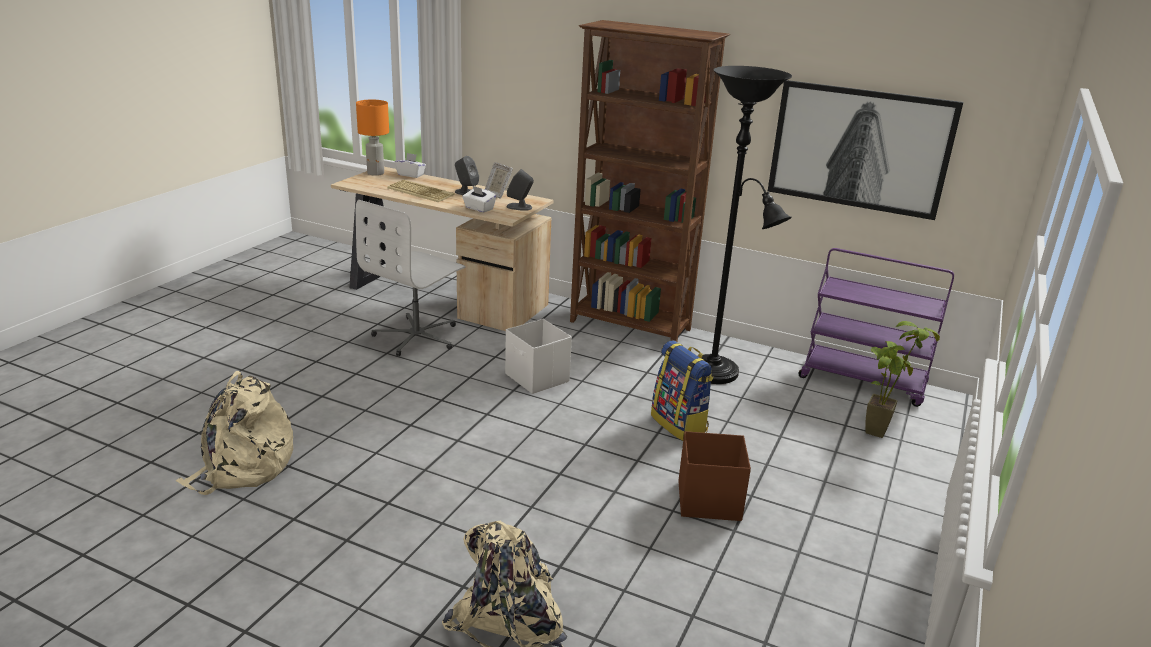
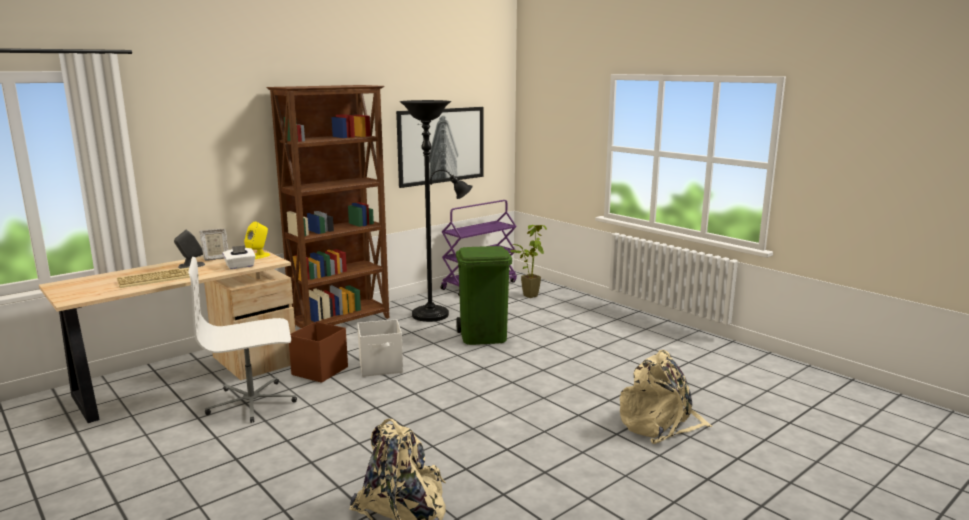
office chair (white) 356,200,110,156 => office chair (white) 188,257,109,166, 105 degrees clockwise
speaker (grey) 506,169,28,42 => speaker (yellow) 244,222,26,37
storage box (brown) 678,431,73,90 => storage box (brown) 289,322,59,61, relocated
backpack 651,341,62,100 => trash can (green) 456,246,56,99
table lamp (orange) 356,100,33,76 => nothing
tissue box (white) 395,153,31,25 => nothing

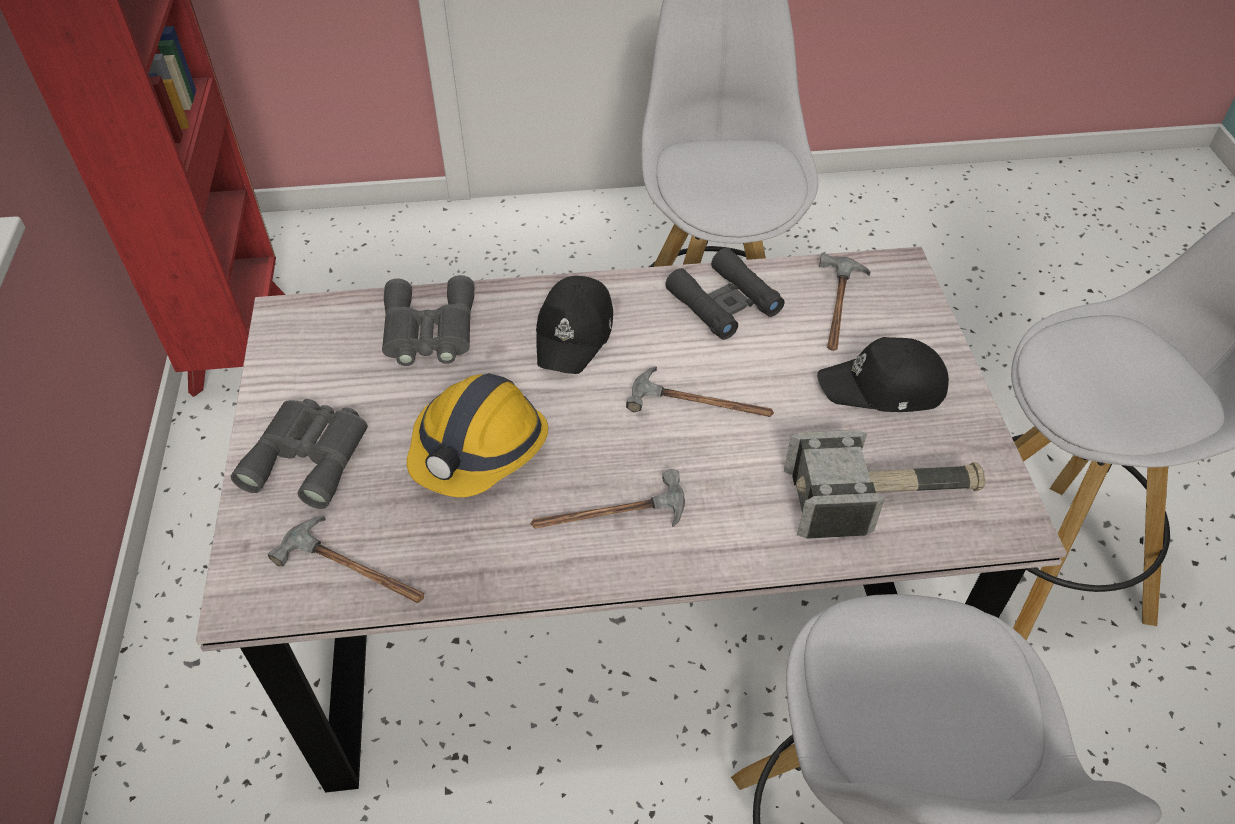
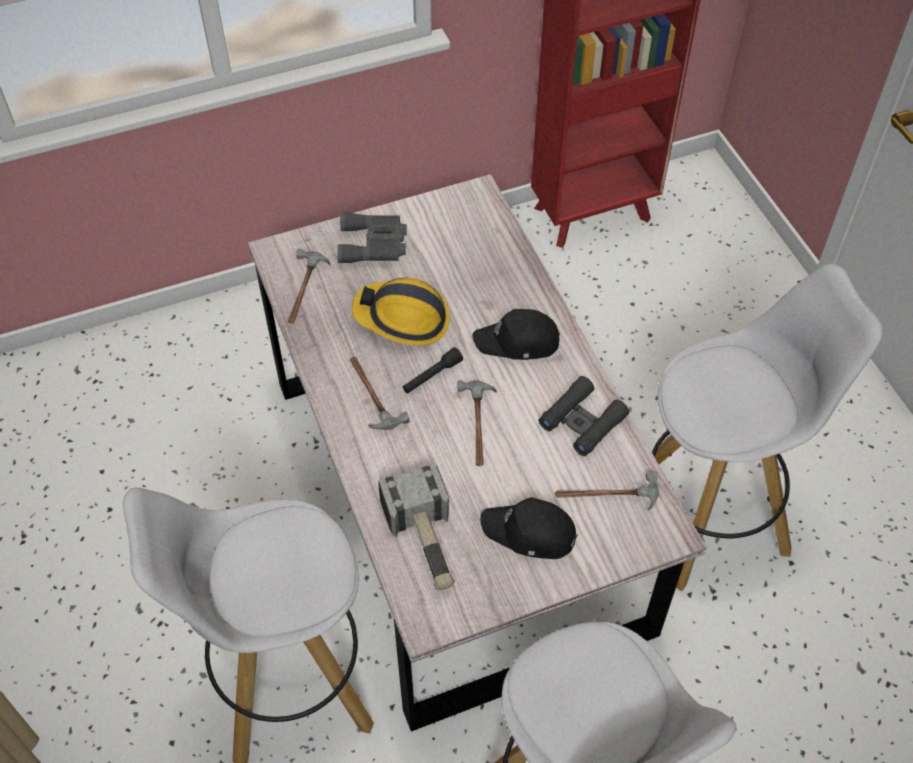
nothing => flashlight (black) 403,347,60,46
cap (black) 817,337,132,75 => cap (black) 480,497,98,62, 60 degrees counterclockwise
binoculars (grey) 382,275,92,91 => nothing

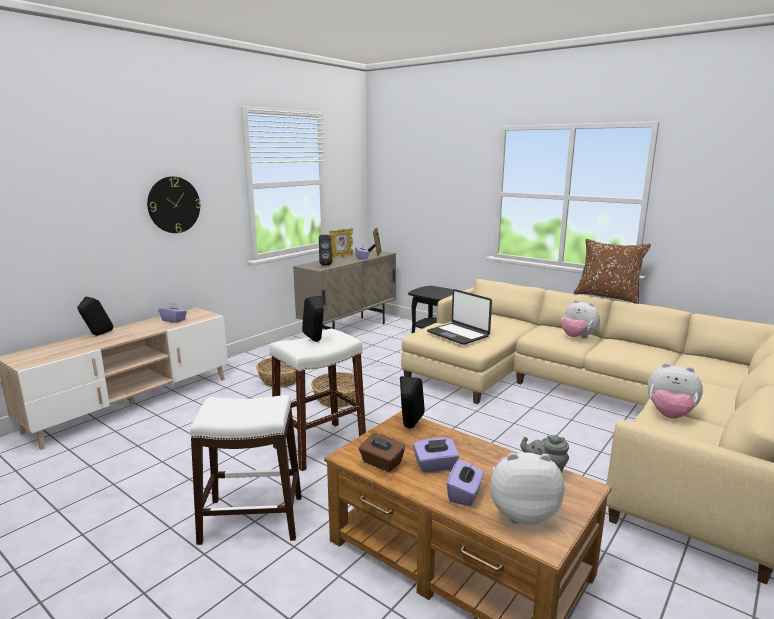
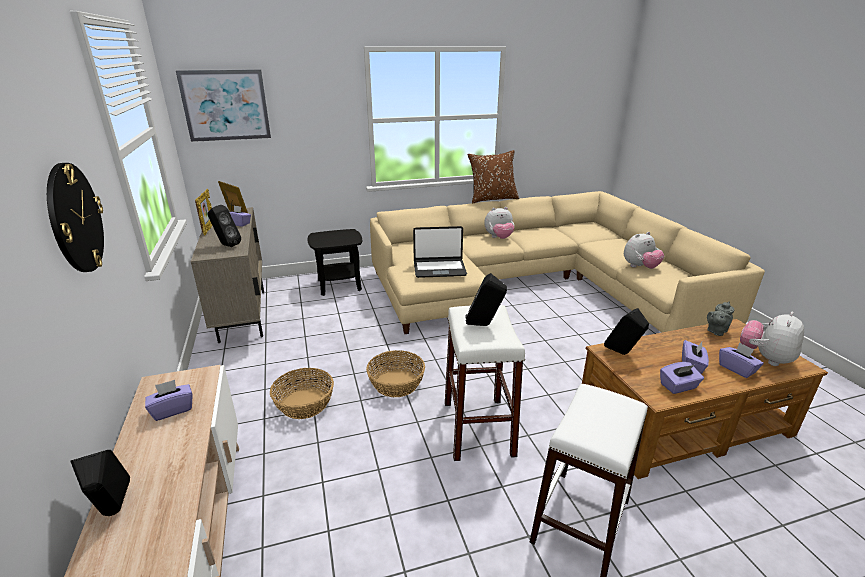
nothing => picture 176,70,95,72
tissue box (brown) 359,433,46,39 => tissue box (purple) 660,362,44,32

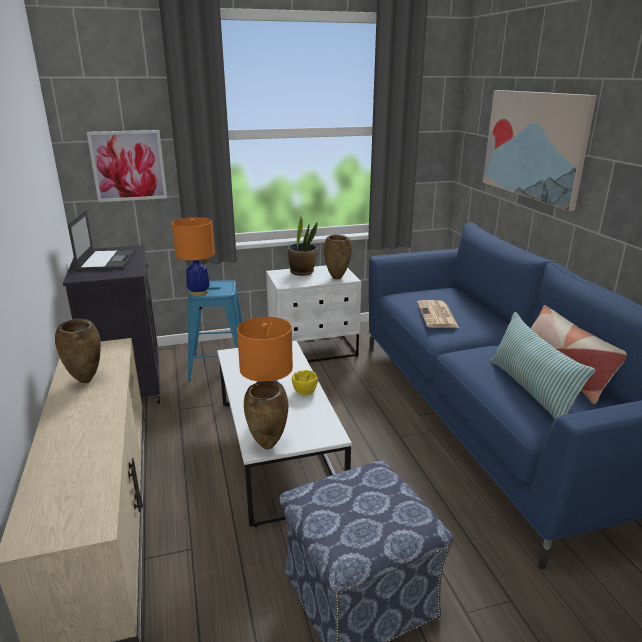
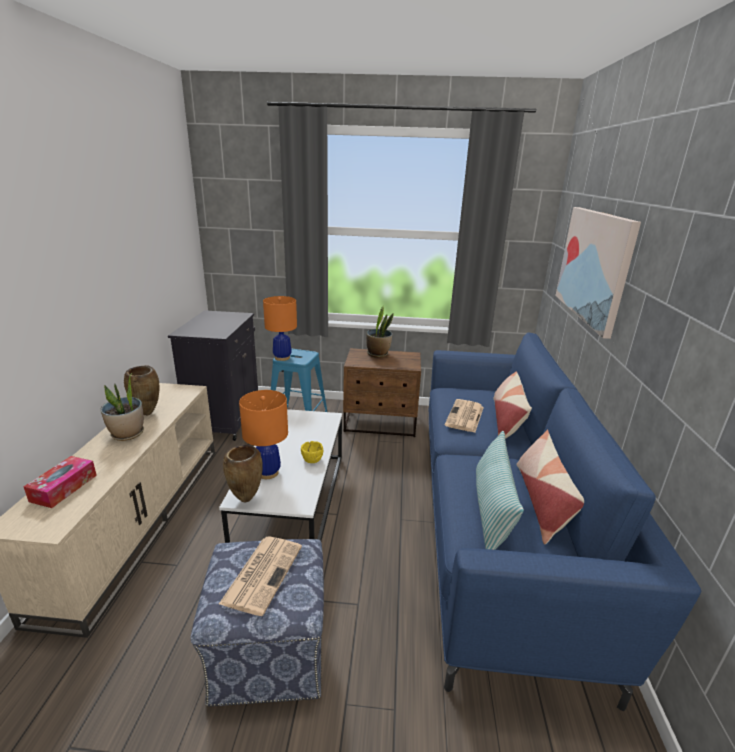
nothing => tissue box 23,456,74,52
nothing => potted plant 100,373,44,68
nothing => newspaper 219,536,83,80
nightstand (white) 266,265,95,98 => nightstand (brown) 343,348,78,89
nothing => pillow 493,372,39,67
laptop 68,210,67,61 => nothing
picture 87,130,80,72 => nothing
vase (brown) 324,235,28,44 => nothing

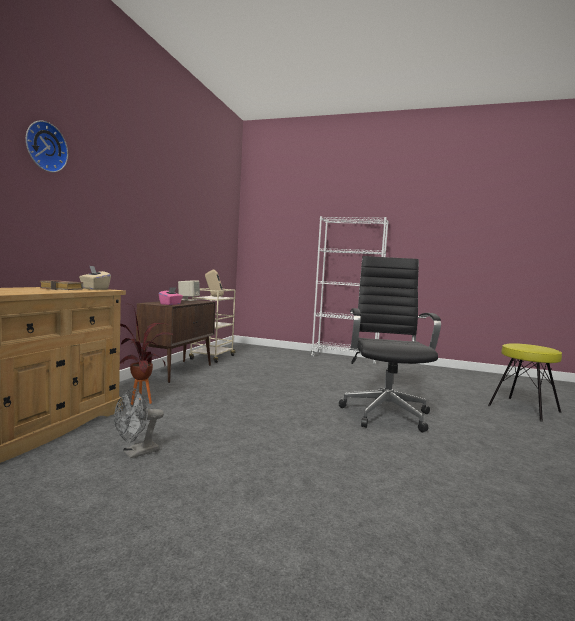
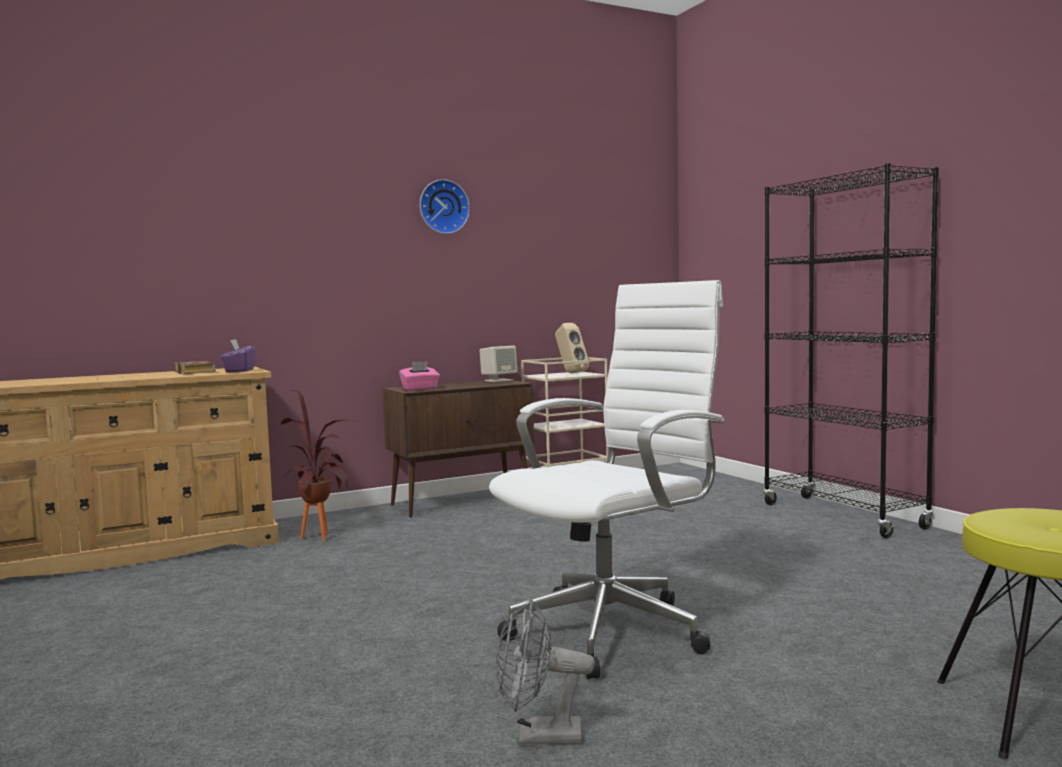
tissue box (beige) 79,266,32,24 => tissue box (purple) 221,339,34,33
wall clock 26,121,42,51 => wall clock 420,179,50,55, relocated
office chair (black) 338,256,103,176 => office chair (white) 489,280,237,399
fan (grey) 114,388,50,71 => fan (grey) 496,599,99,146, relocated
bookcase (white) 311,216,78,149 => bookcase (black) 763,163,176,375

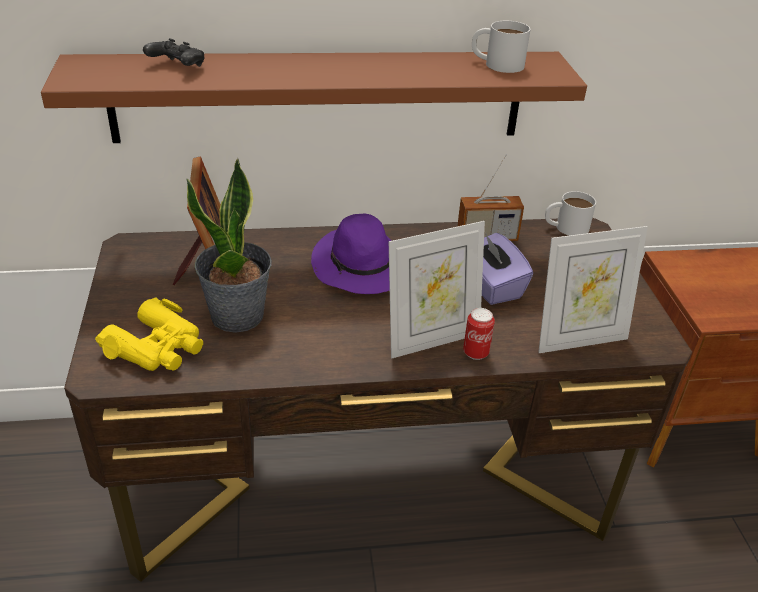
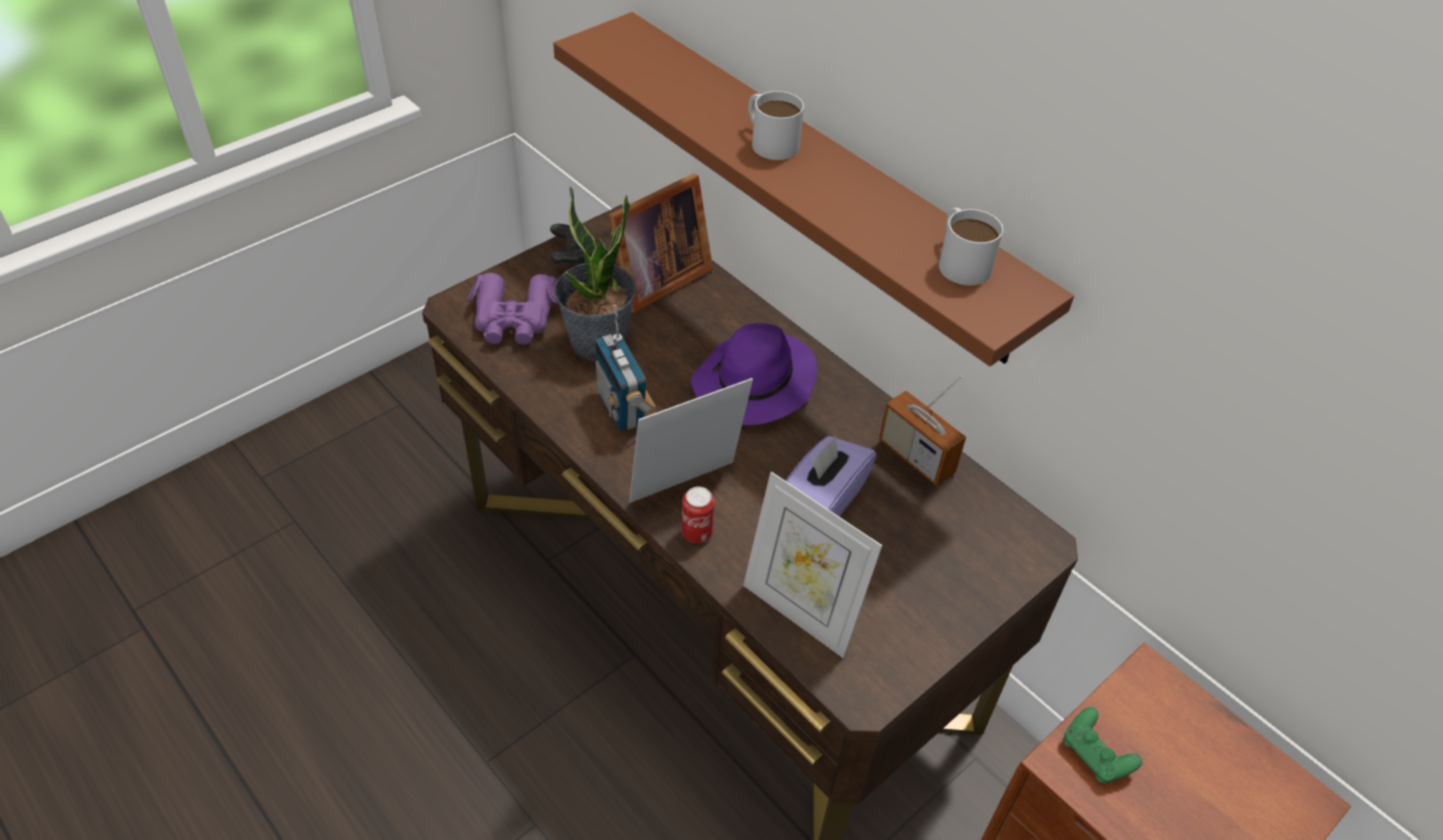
binoculars (yellow) 95,297,108,74 => binoculars (purple) 468,273,91,72
game controller (black) 143,38,61,29 => game controller (black) 550,224,35,41, relocated
nothing => radio 595,305,60,126
picture frame 389,221,96,138 => picture frame 629,378,124,125, 120 degrees clockwise
mug (white) 545,191,51,45 => mug (white) 748,91,56,69, relocated
nothing => game controller (green) 1063,707,79,77

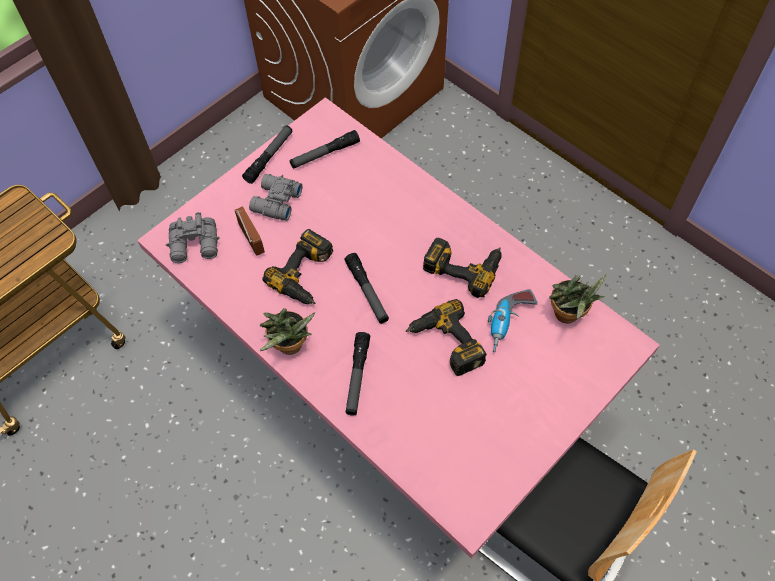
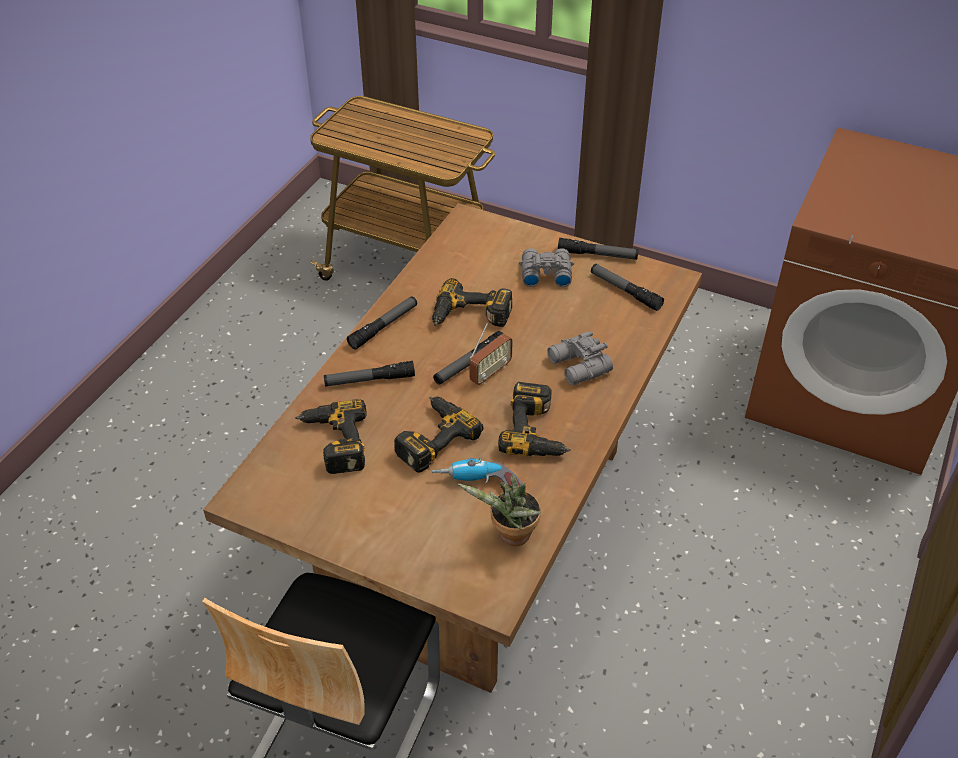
dining table (pink) 137,97,523,461 => dining table (brown) 203,203,499,490
nothing => power drill 295,399,72,75
potted plant 259,308,56,47 => flashlight 347,296,70,54
radio 234,206,31,50 => radio 470,323,43,62, relocated
binoculars (grey) 166,212,53,51 => binoculars (grey) 547,332,66,53, relocated

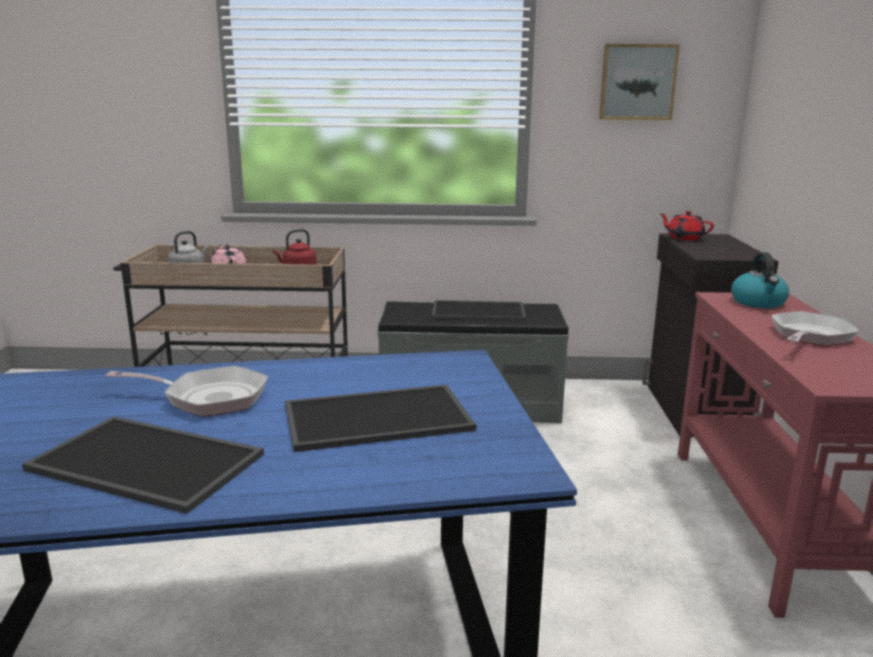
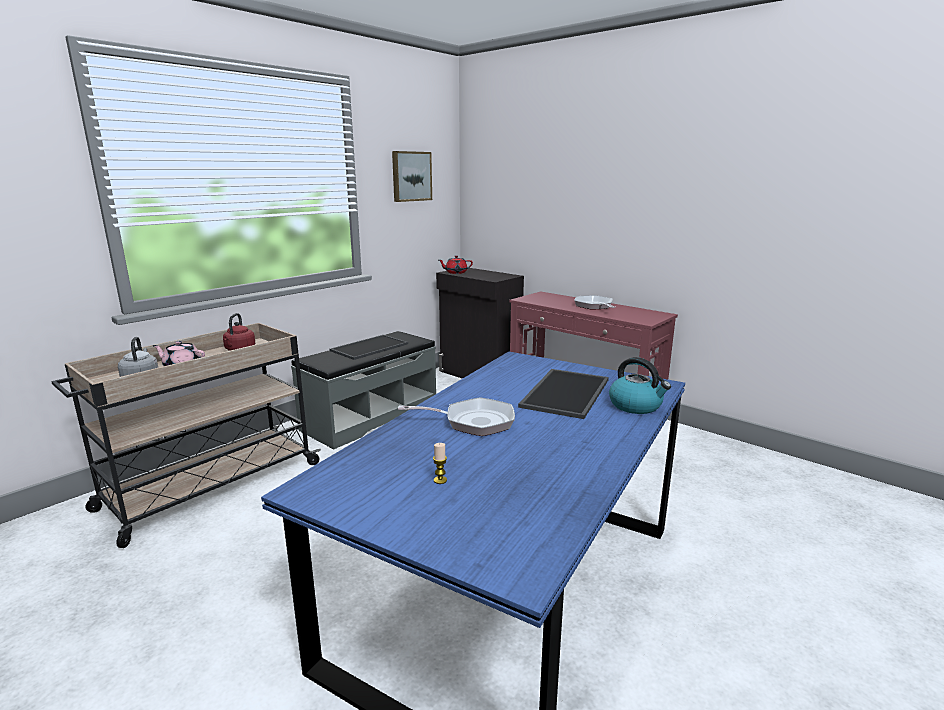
frying pan 106,366,162,51 => frying pan 398,397,117,39, 45 degrees clockwise
nothing => candle 433,443,14,41
kettle 731,252,58,56 => kettle 609,357,62,57, relocated
tray 22,416,242,98 => nothing

